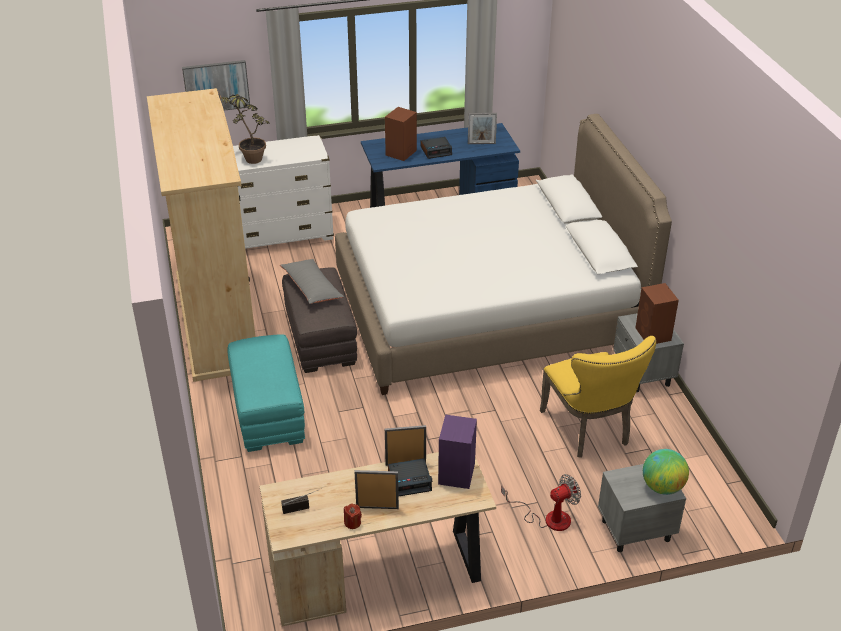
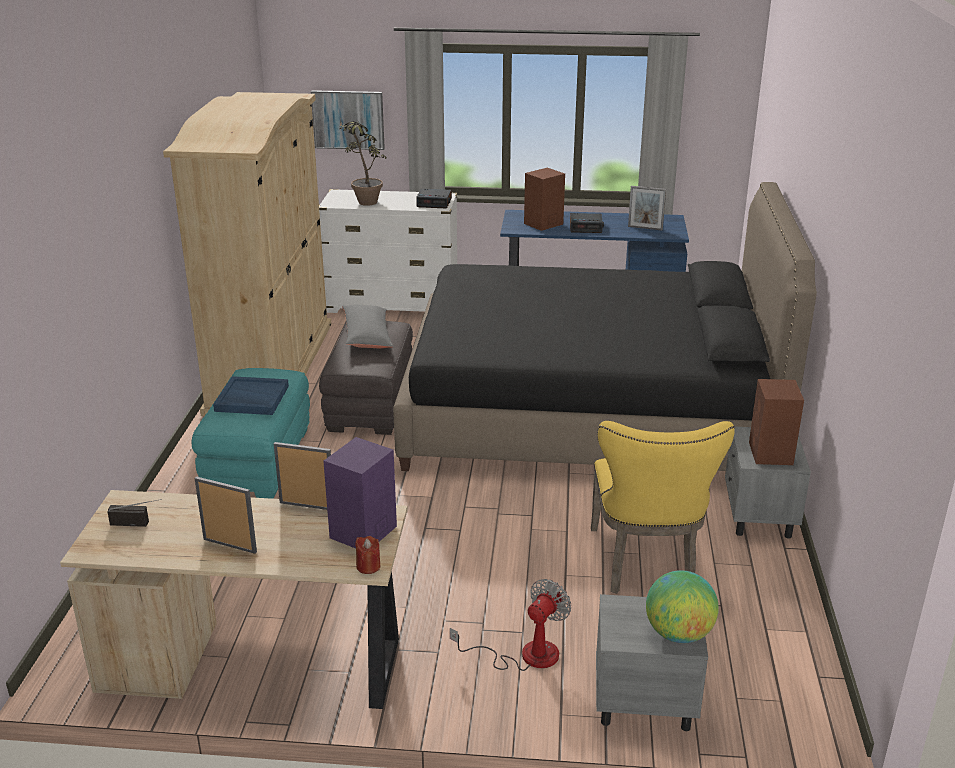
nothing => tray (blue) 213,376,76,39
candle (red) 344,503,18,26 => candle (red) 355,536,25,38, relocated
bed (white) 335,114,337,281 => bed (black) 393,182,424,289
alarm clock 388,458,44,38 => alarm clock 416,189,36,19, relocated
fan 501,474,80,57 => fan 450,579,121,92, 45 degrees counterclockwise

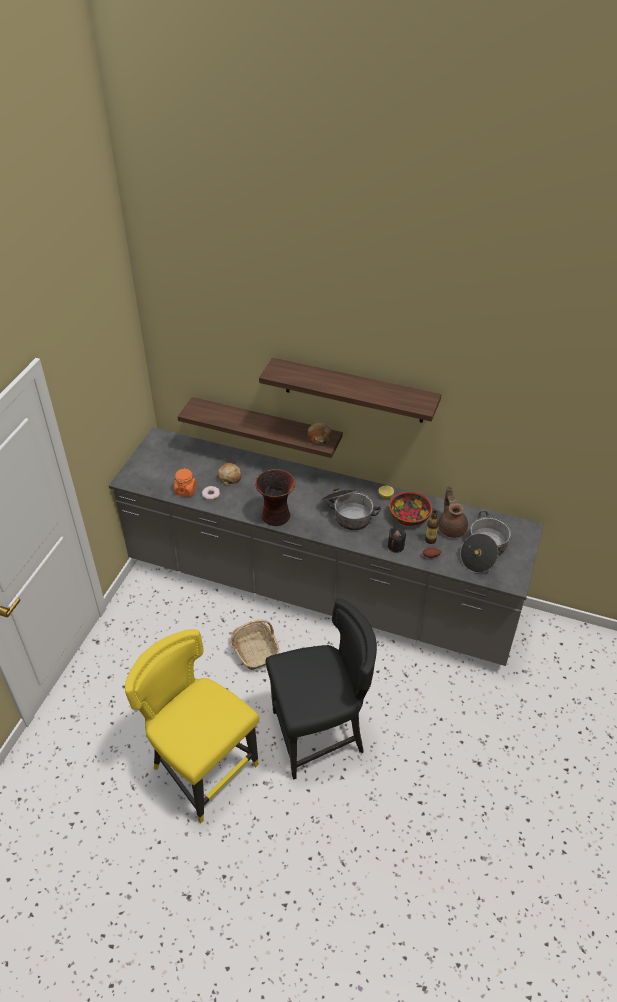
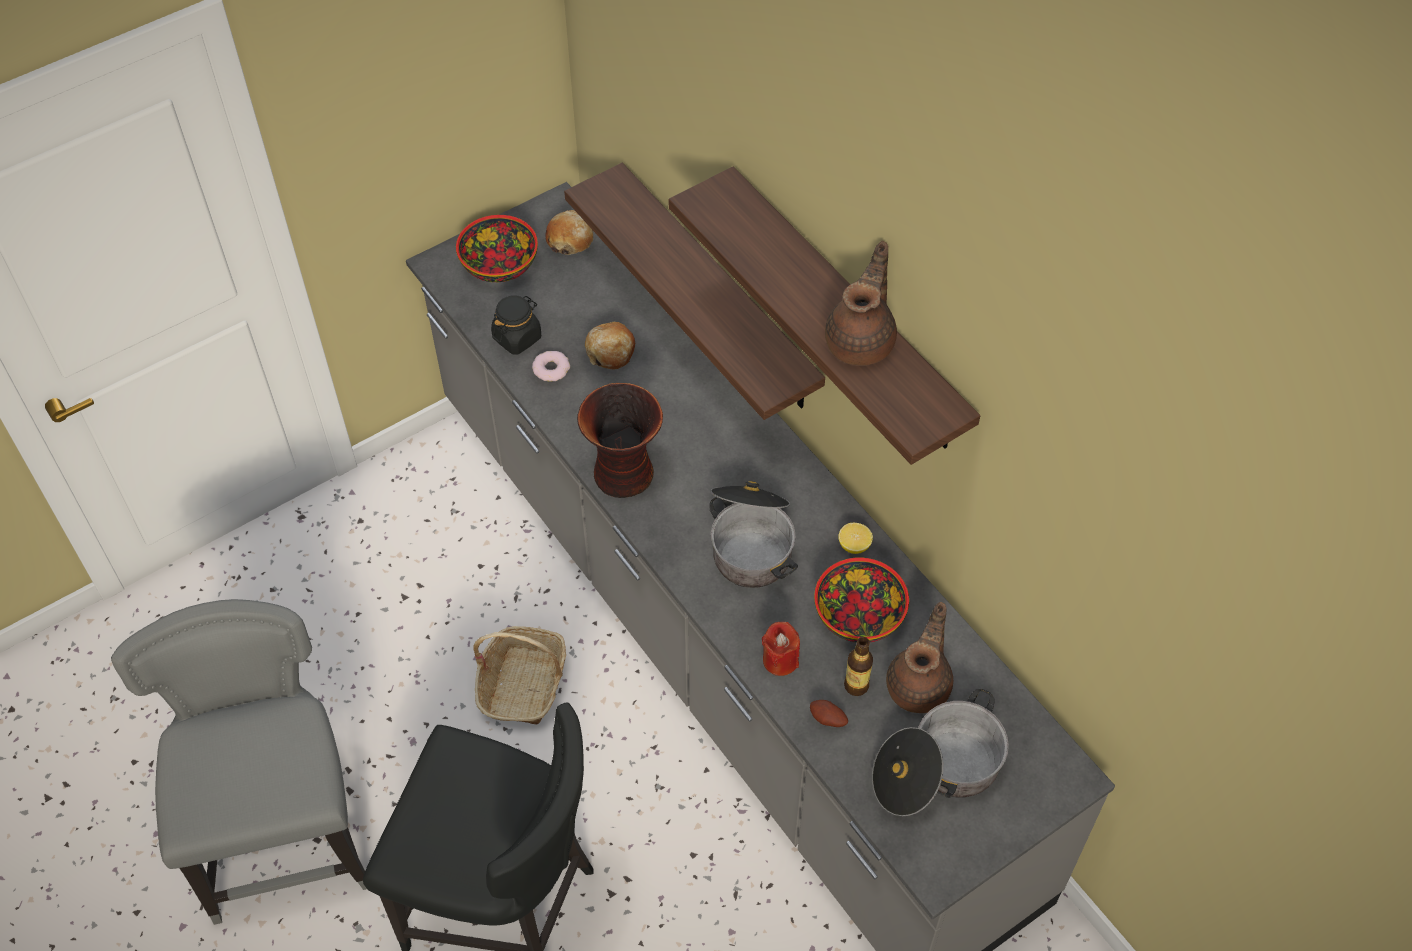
chair (yellow) 125,629,134,194 => chair (grey) 111,599,256,326
nothing => bowl 456,215,82,67
jar (orange) 174,468,23,29 => jar (black) 491,296,50,58
bread 308,423,24,22 => bread 545,210,48,45, relocated
candle (black) 388,526,18,27 => candle (red) 762,622,38,54
nothing => teapot (brown) 825,241,72,124

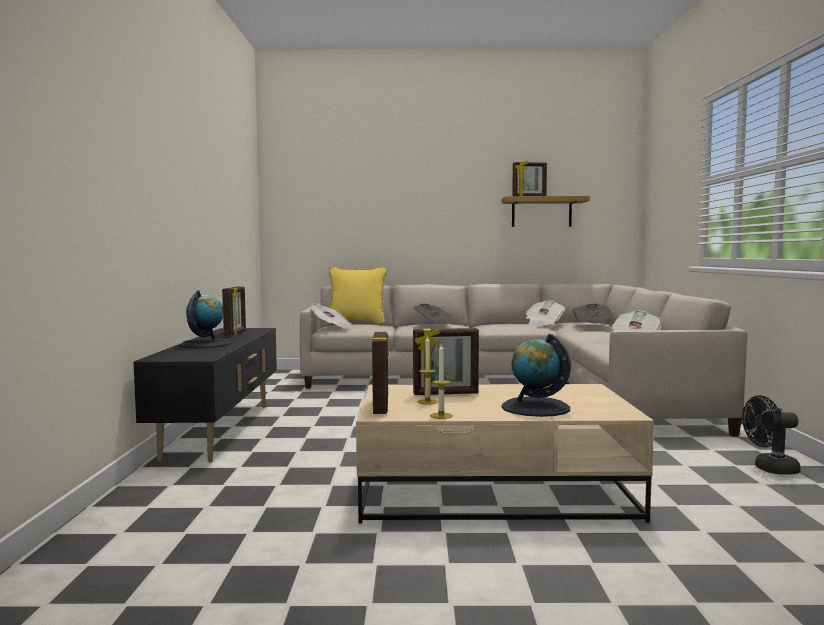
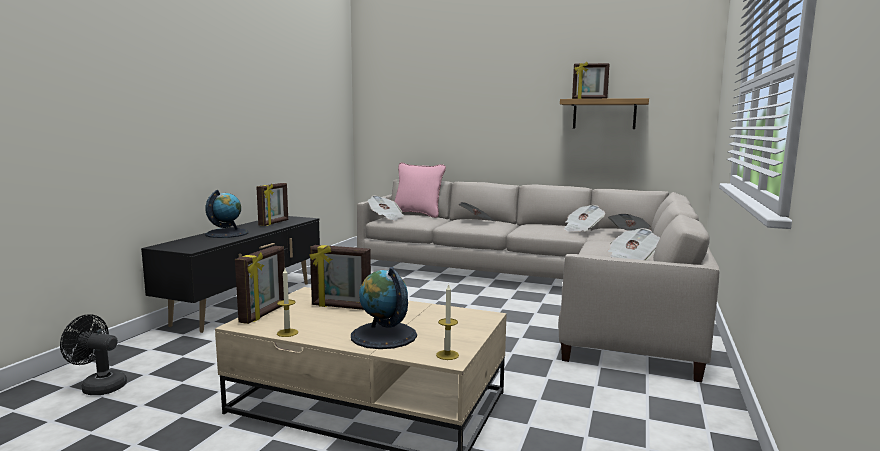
fan (black) 742,395,58,80 => fan (black) 60,314,67,81, relocated
pillow (yellow) 326,267,61,58 => pillow (pink) 394,163,52,55
candle 417,335,21,70 => candle 436,283,23,77, relocated

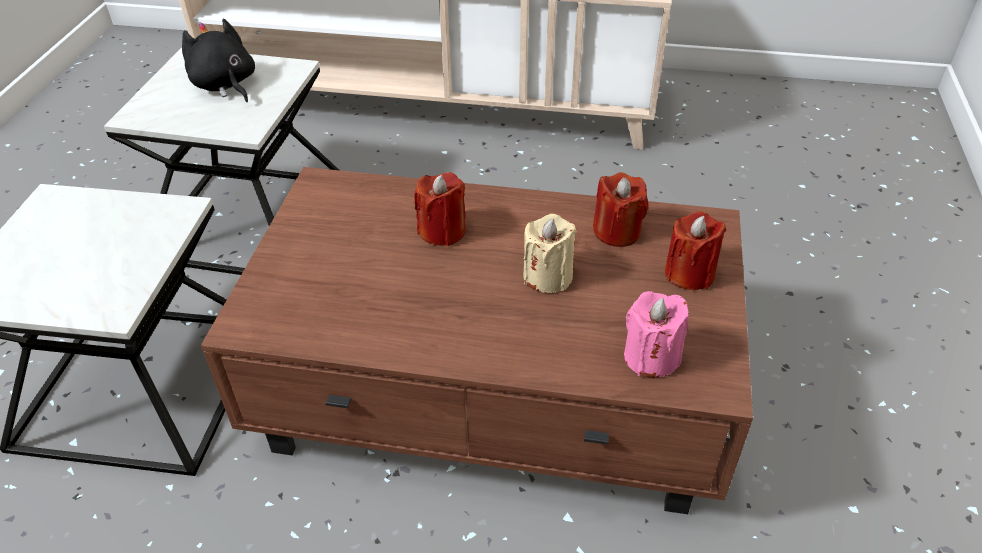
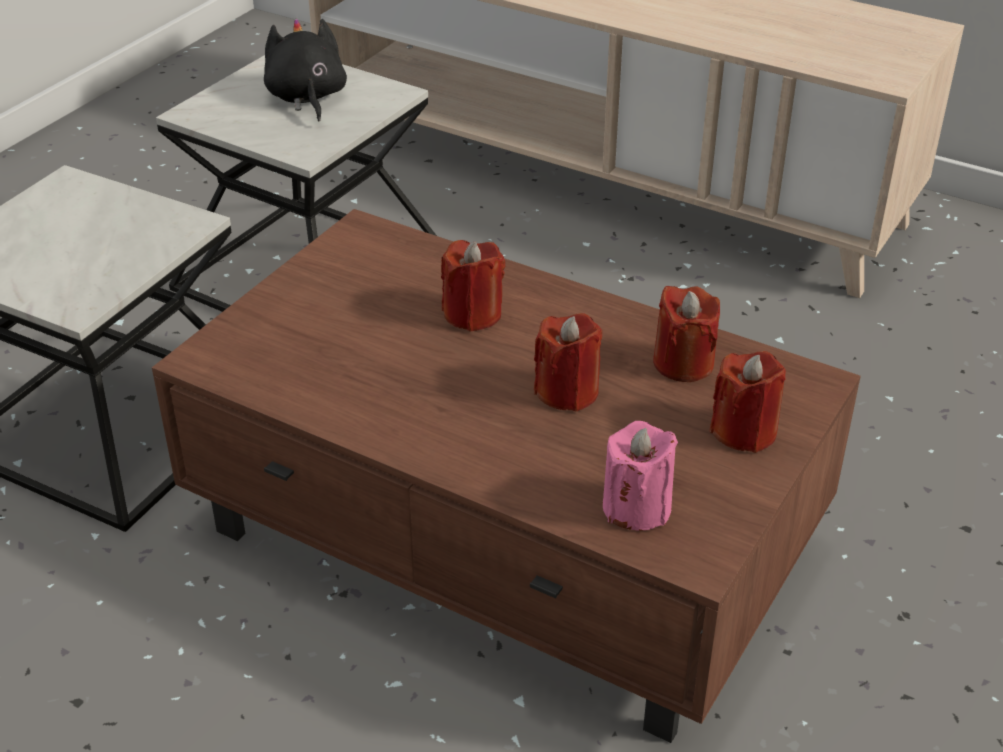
candle (beige) 523,214,54,79 => candle (red) 534,313,68,99

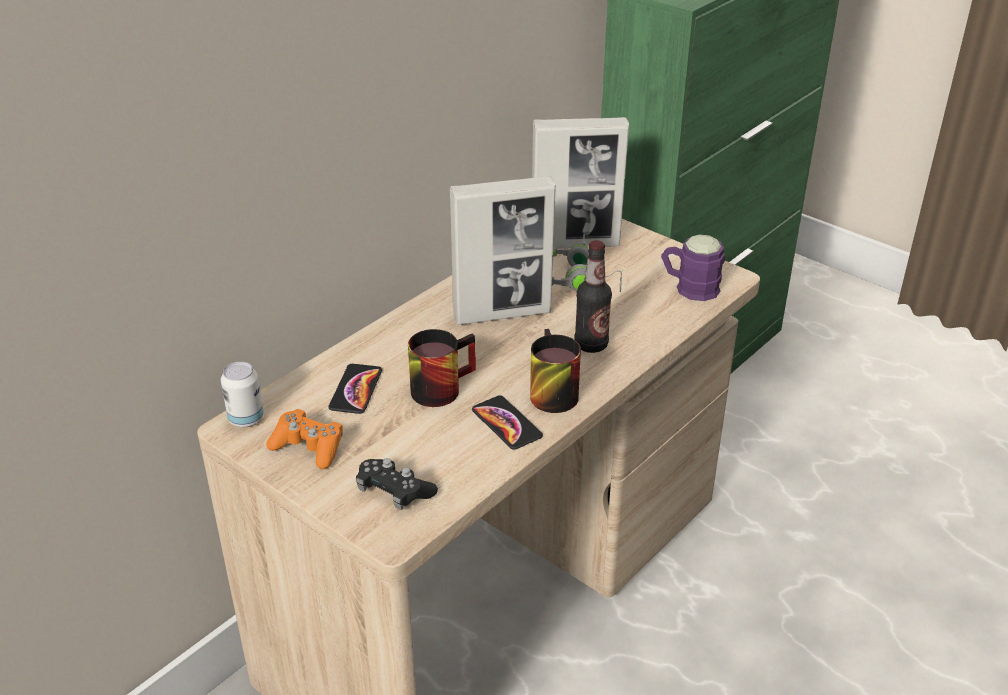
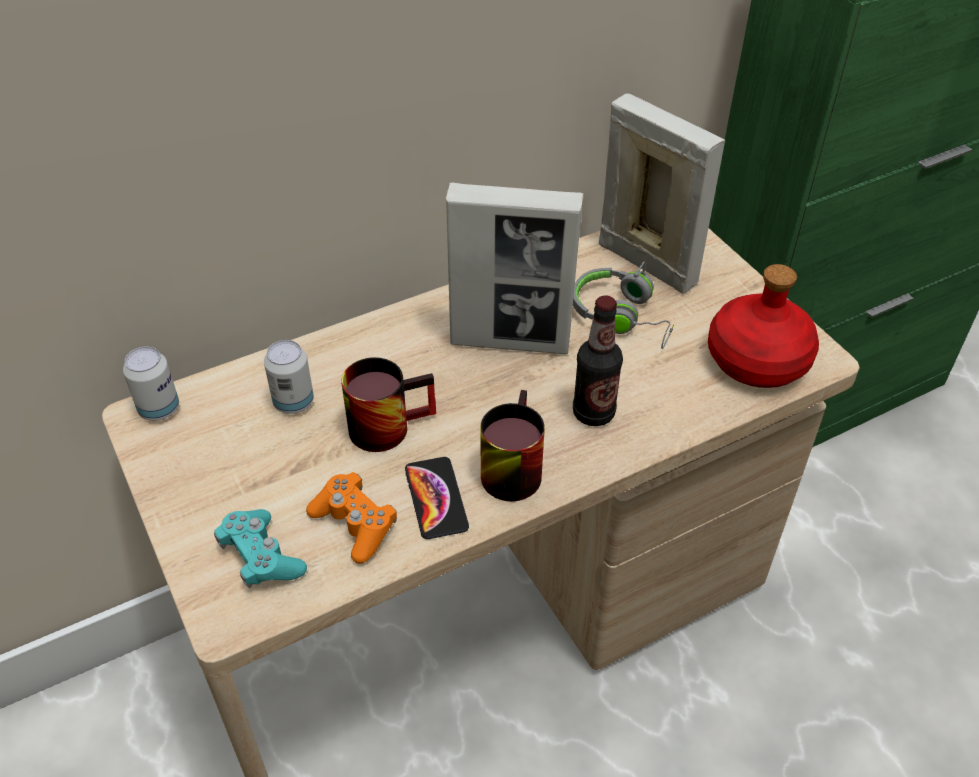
game controller (black) 356,458,82,52 => game controller (turquoise) 214,509,93,79
phone 328,364,54,50 => can 264,340,50,74
game controller (orange) 266,409,77,60 => game controller (orange) 306,472,91,92, relocated
picture frame 532,117,97,132 => picture frame 599,93,126,201, 150 degrees counterclockwise
mug (purple) 661,235,64,66 => bottle (red) 708,264,111,124

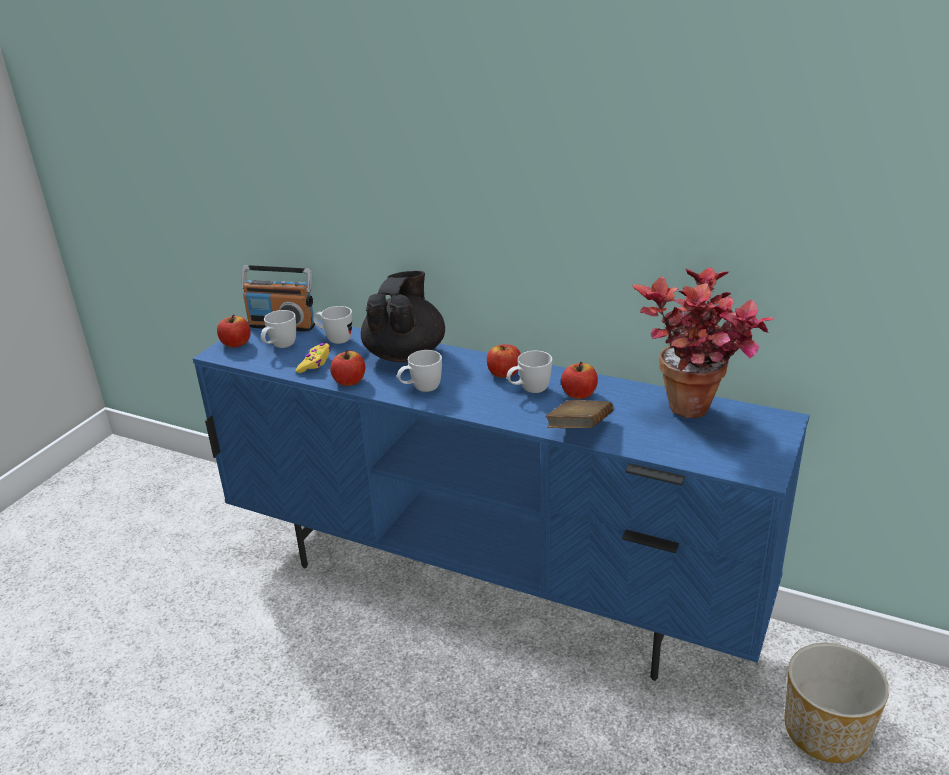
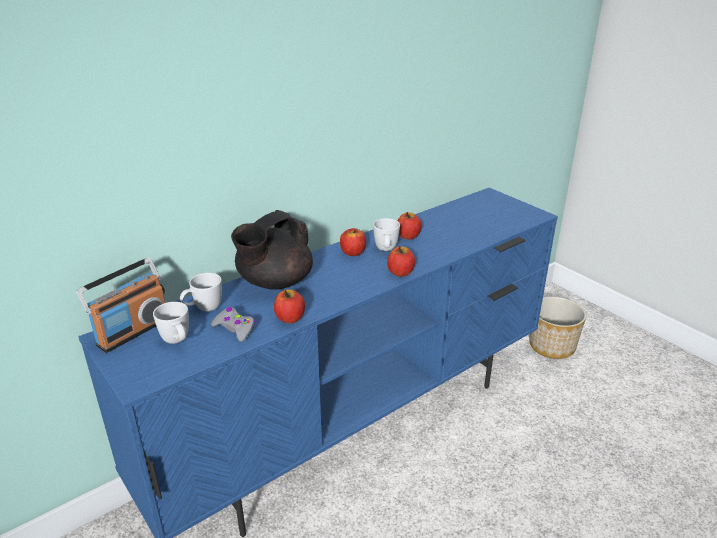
game controller (yellow) 296,343,35,30 => game controller (grey) 211,307,44,35
teapot (black) 361,271,84,91 => teapot (black) 231,210,82,80, 90 degrees counterclockwise
apple 217,314,34,34 => apple 387,246,28,31, relocated
mug (white) 397,350,45,42 => nothing
book (brown) 546,400,68,28 => nothing
potted plant 632,267,142,151 => nothing

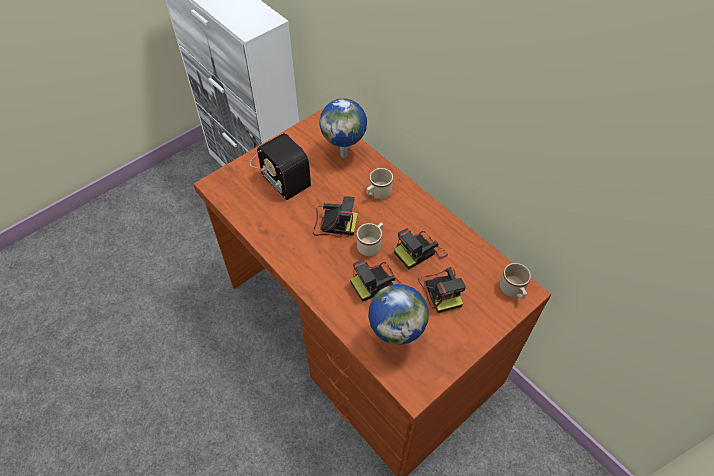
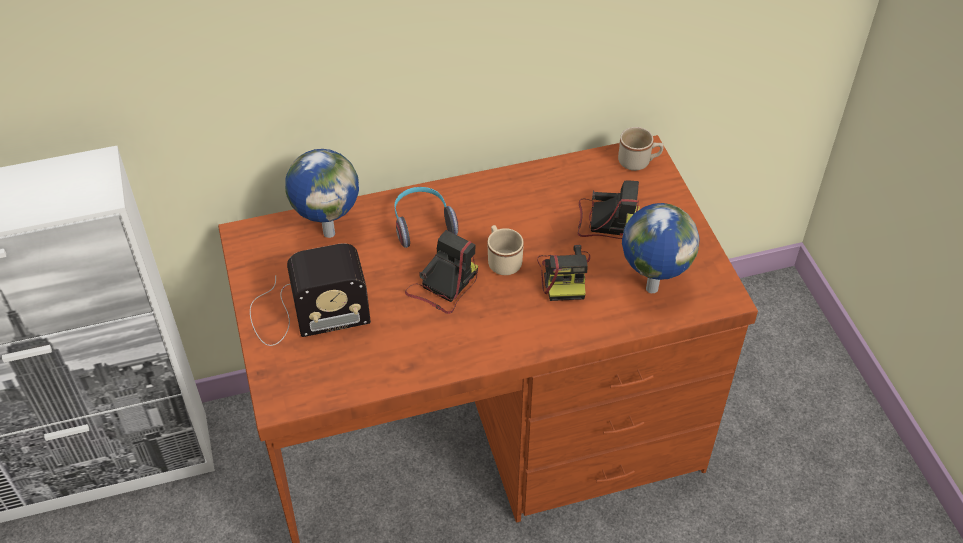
mug (beige) 366,168,27,31 => headphones 394,187,65,61
photo camera 394,229,54,41 => nothing

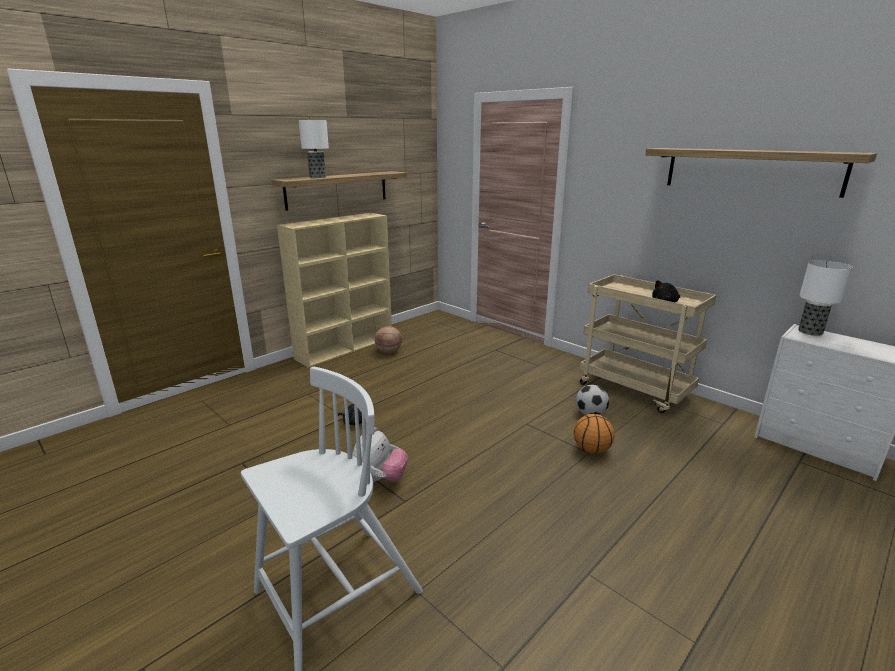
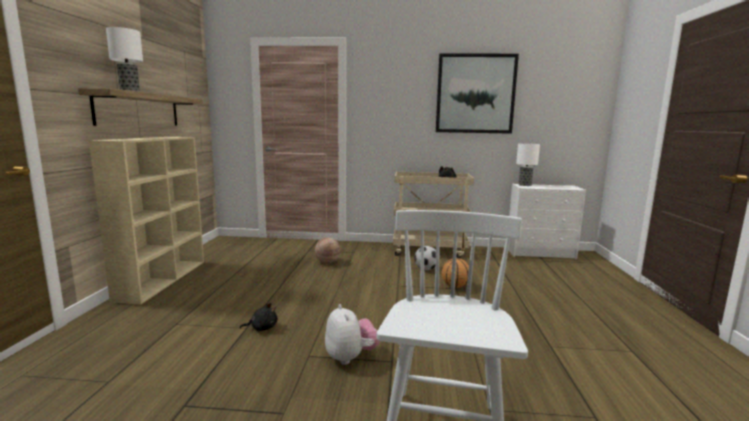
basketball 375,326,27,27 => basketball 315,238,26,25, relocated
shelf 645,148,232,50 => picture 436,53,83,81

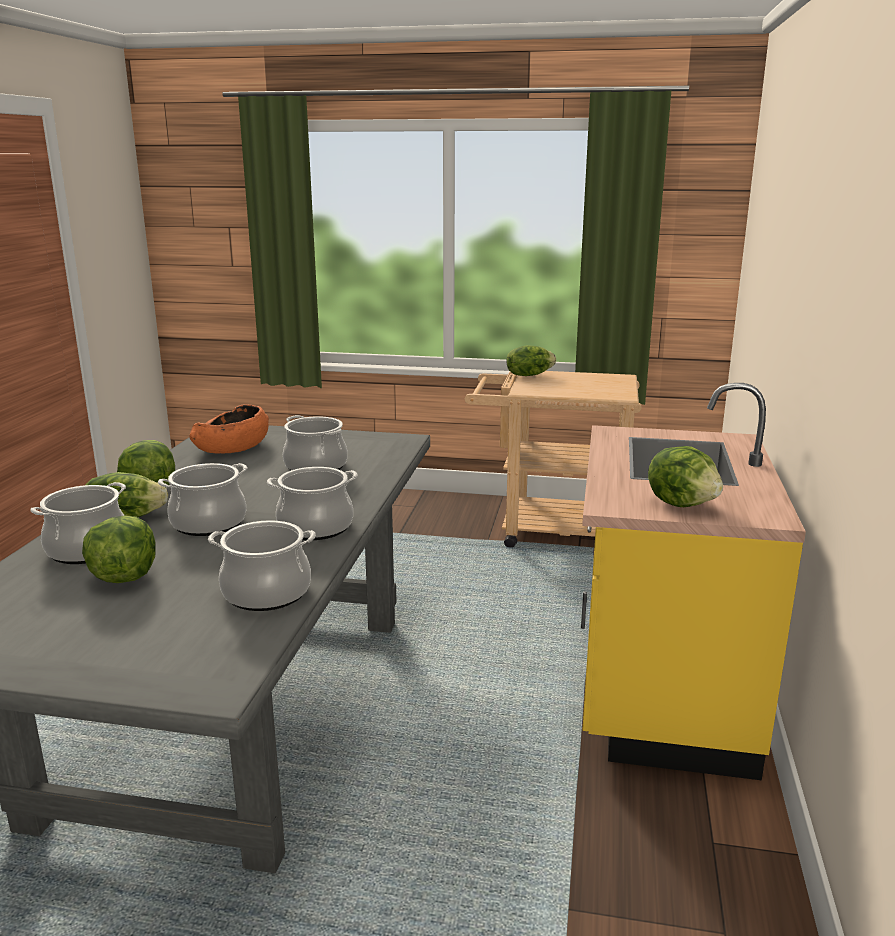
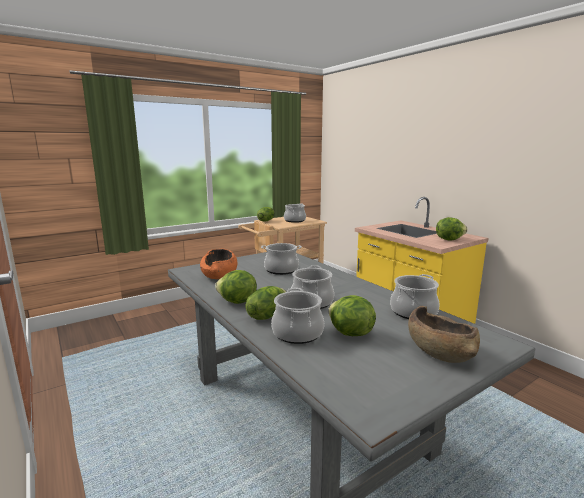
cooking pot 267,467,91,73 => cooking pot 284,203,22,20, relocated
nothing => bowl (brown) 408,306,72,57

